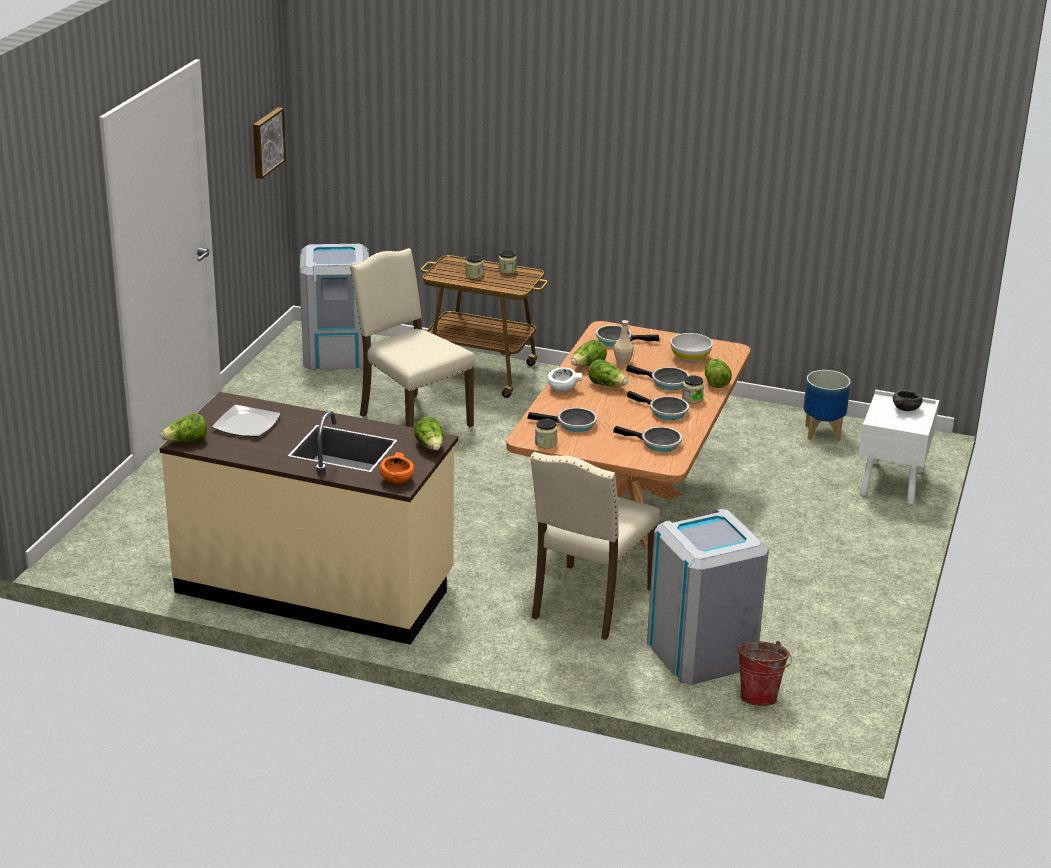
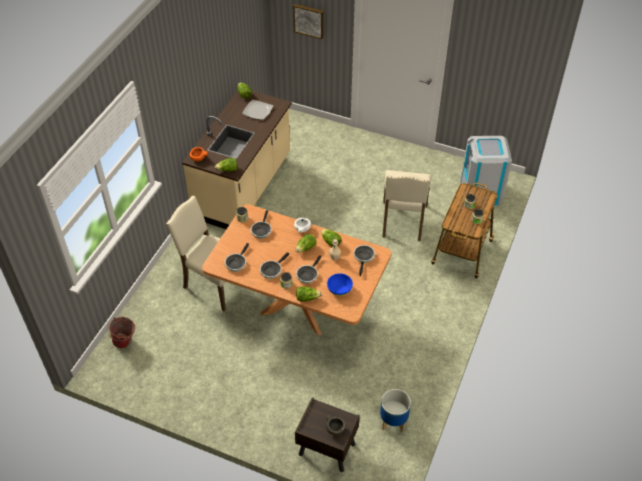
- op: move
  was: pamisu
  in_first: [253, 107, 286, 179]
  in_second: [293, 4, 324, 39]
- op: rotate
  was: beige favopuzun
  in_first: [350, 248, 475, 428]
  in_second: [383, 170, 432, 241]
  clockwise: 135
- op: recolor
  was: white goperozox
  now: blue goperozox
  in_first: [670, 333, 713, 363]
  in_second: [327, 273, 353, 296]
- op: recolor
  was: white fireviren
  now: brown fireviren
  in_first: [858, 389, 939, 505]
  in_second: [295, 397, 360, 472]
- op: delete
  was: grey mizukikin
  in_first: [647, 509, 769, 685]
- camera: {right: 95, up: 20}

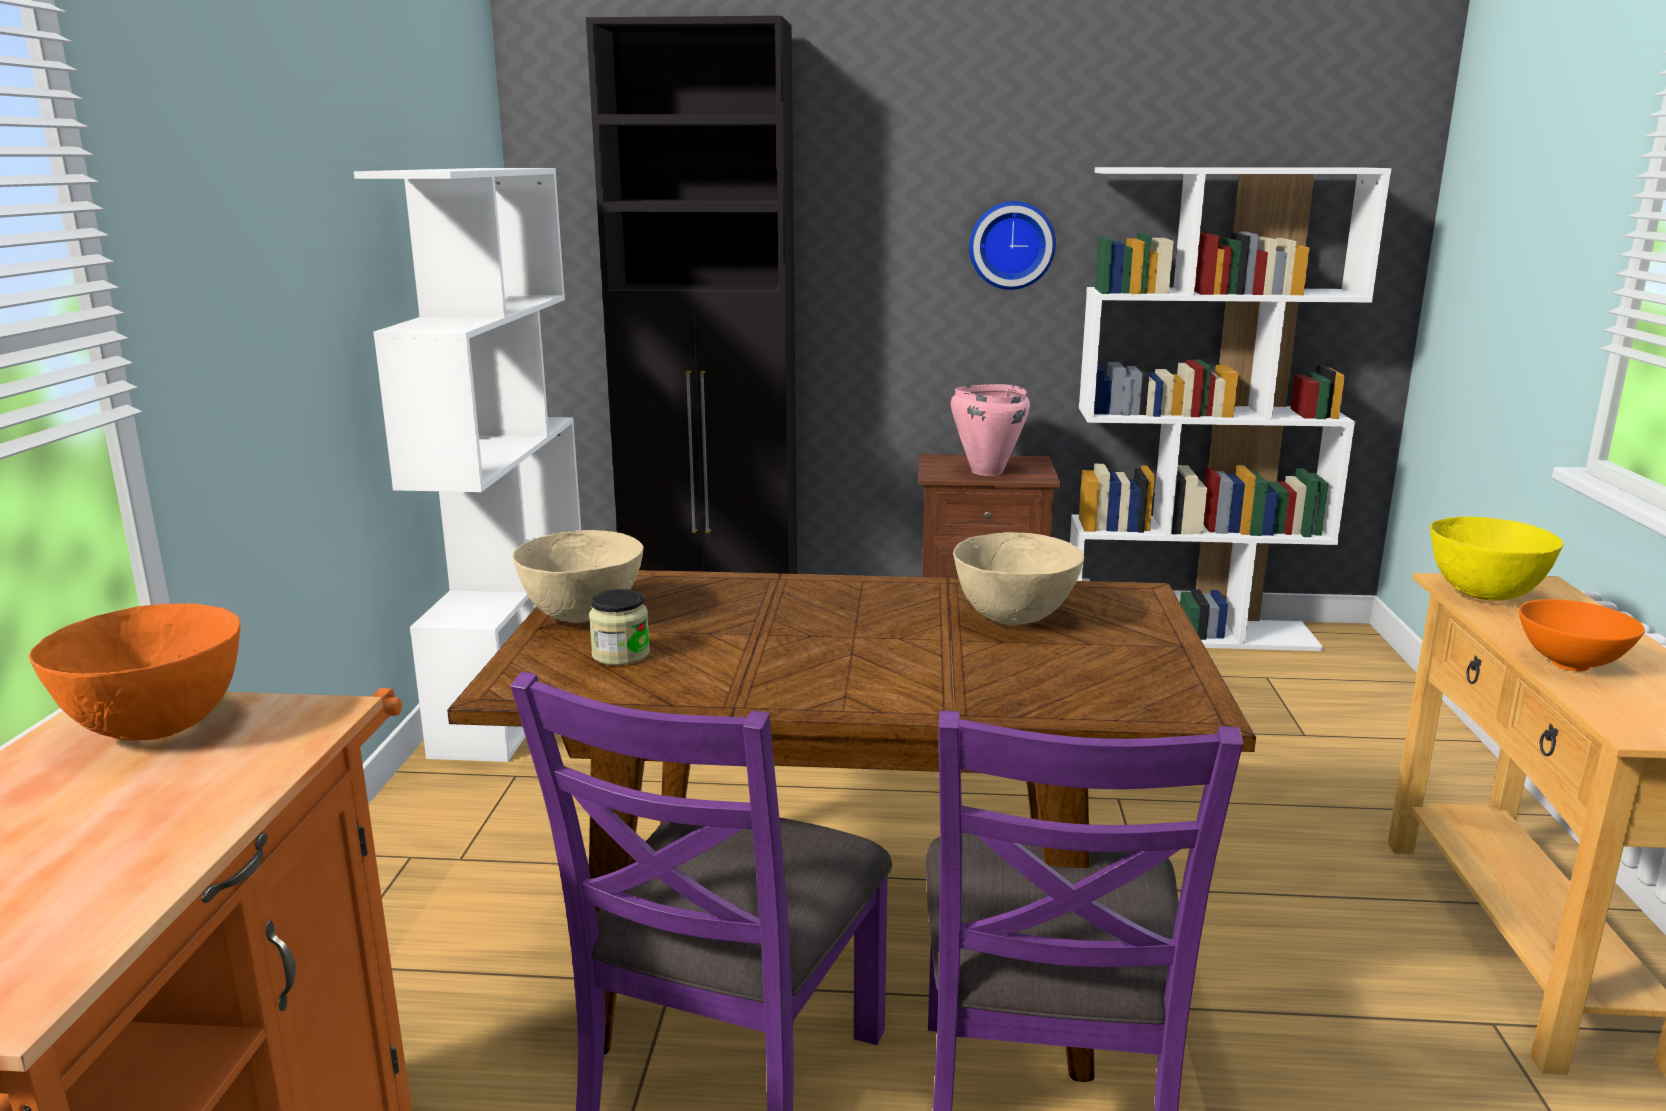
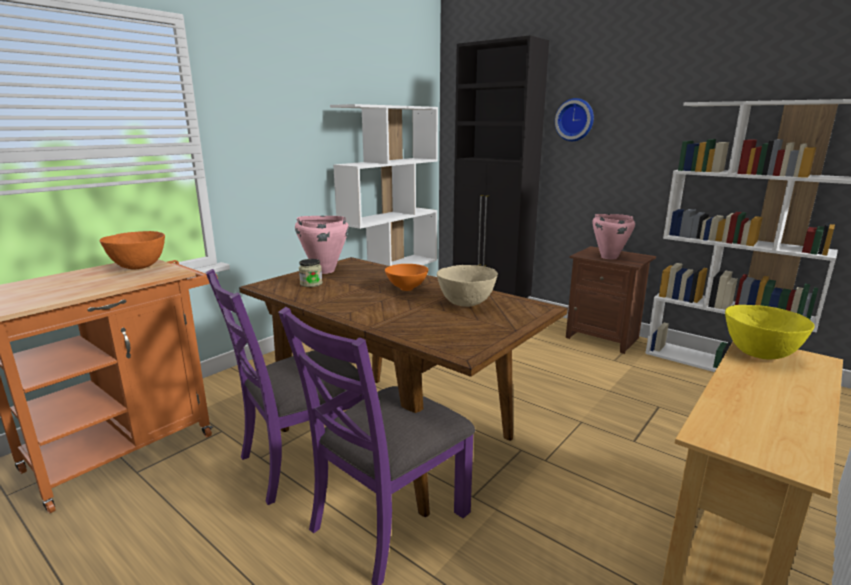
- op: move
  was: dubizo
  in_first: [969, 201, 1056, 290]
  in_second: [555, 98, 594, 141]
- op: replace
  was: beige goperozox
  now: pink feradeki
  in_first: [512, 530, 644, 623]
  in_second: [295, 216, 349, 274]
- op: move
  was: orange goperozox
  in_first: [1518, 599, 1645, 671]
  in_second: [385, 264, 428, 291]
- camera: {right: 35, up: 0}

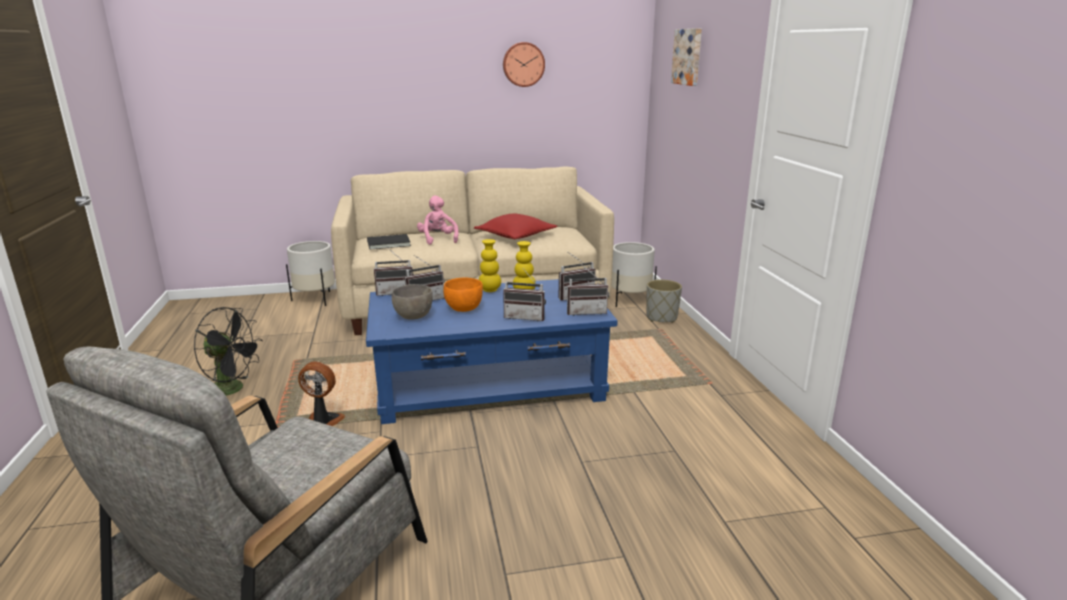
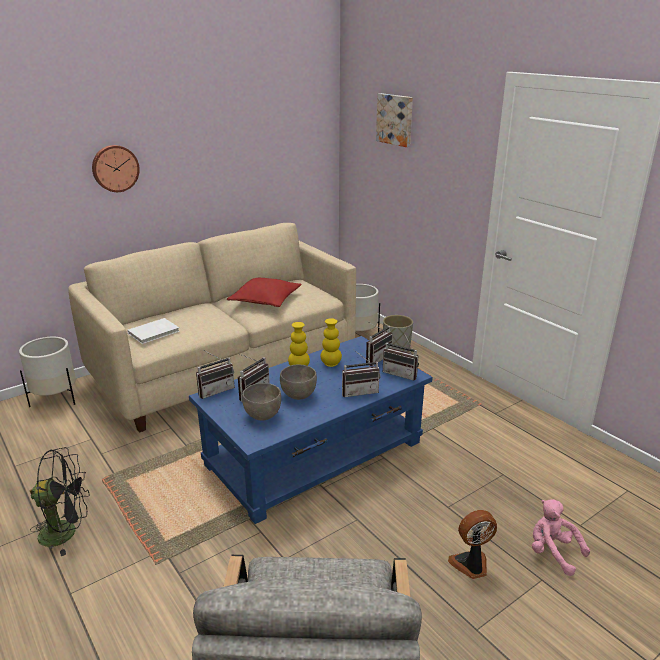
- op: move
  was: dubizo
  in_first: [503, 42, 545, 87]
  in_second: [92, 145, 140, 192]
- op: move
  was: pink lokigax
  in_first: [417, 196, 459, 245]
  in_second: [532, 499, 590, 576]
- op: recolor
  was: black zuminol
  now: white zuminol
  in_first: [367, 234, 411, 249]
  in_second: [127, 318, 180, 344]
- op: rotate
  was: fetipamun
  in_first: [567, 264, 609, 315]
  in_second: [383, 335, 419, 381]
  clockwise: 60
- op: recolor
  was: orange goperozox
  now: grey goperozox
  in_first: [443, 277, 483, 312]
  in_second: [280, 365, 317, 400]
- op: move
  was: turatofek
  in_first: [298, 362, 345, 426]
  in_second: [448, 510, 497, 579]
- camera: {right: -25, up: 5}

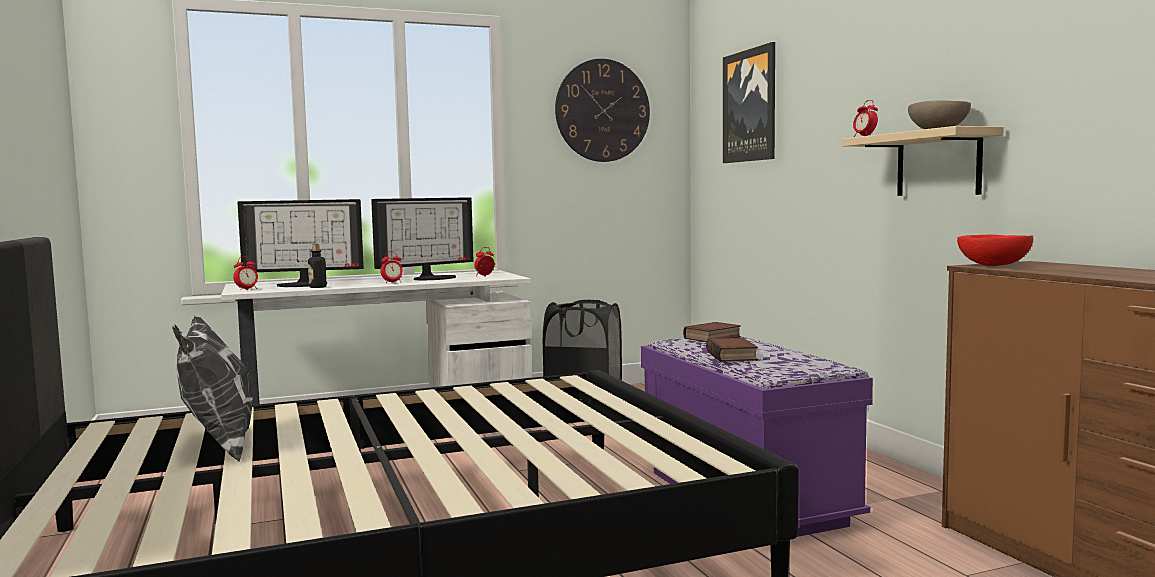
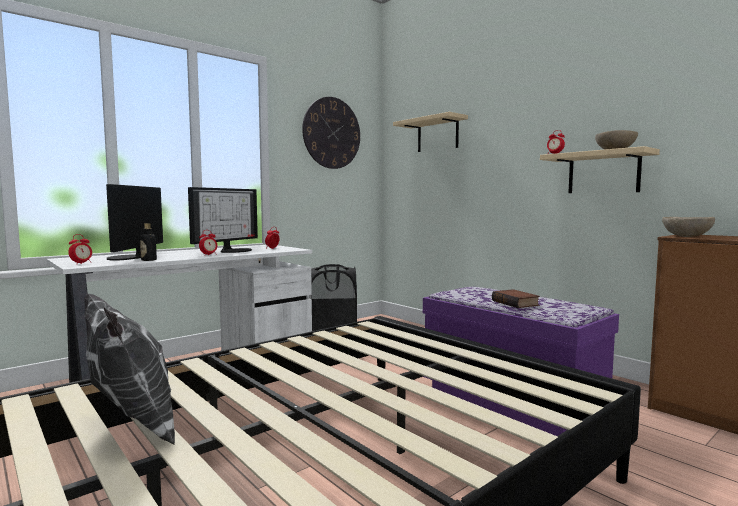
- op: replace
  was: pamisu
  now: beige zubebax
  in_first: [723, 42, 775, 163]
  in_second: [393, 112, 468, 152]
- op: rotate
  was: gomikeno
  in_first: [237, 199, 364, 287]
  in_second: [106, 184, 163, 261]
  clockwise: 120
- op: recolor
  was: red goperozox
  now: beige goperozox
  in_first: [957, 235, 1033, 266]
  in_second: [662, 217, 715, 237]
- op: delete
  was: zuminol
  in_first: [683, 322, 741, 342]
- camera: {right: -20, up: 0}

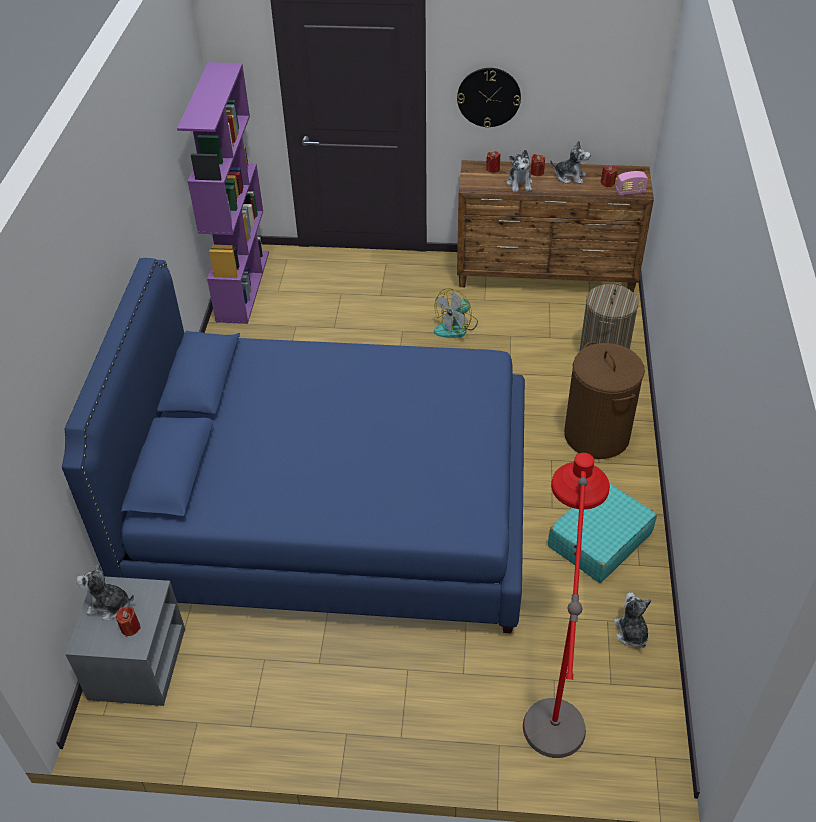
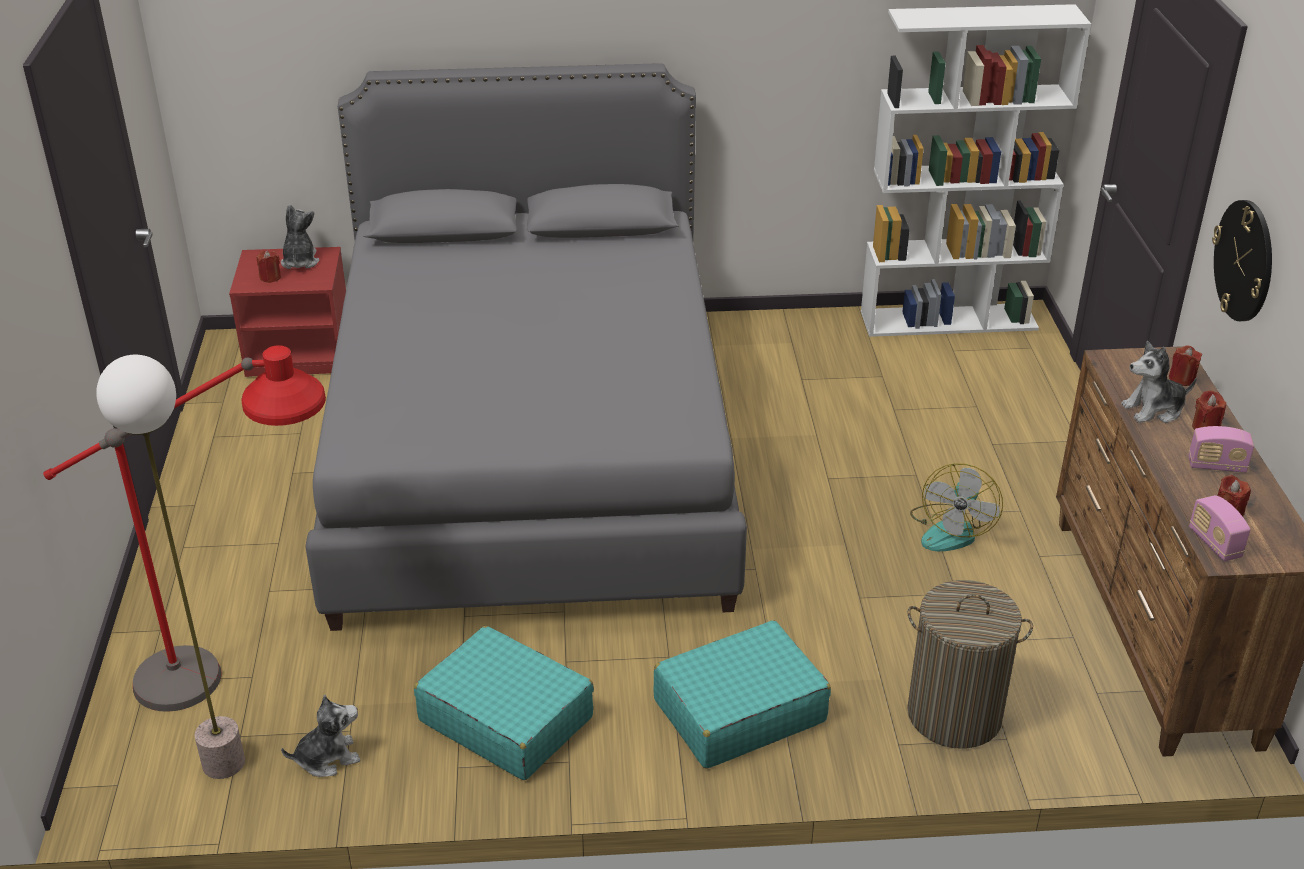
- op: recolor
  was: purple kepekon
  now: white kepekon
  in_first: [177, 62, 269, 324]
  in_second: [861, 4, 1091, 337]
- op: replace
  was: lokigax
  now: fetipamun
  in_first: [550, 140, 591, 184]
  in_second: [1188, 426, 1254, 473]
- op: recolor
  was: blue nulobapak
  now: grey nulobapak
  in_first: [62, 258, 525, 633]
  in_second: [305, 63, 747, 631]
- op: rotate
  was: turatofek
  in_first: [434, 288, 478, 338]
  in_second: [910, 463, 1003, 551]
  clockwise: -105
- op: replace
  was: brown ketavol
  now: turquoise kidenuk
  in_first: [564, 341, 645, 459]
  in_second: [653, 620, 831, 769]
- op: recolor
  was: grey fireviren
  now: red fireviren
  in_first: [65, 576, 185, 706]
  in_second: [229, 247, 346, 377]
- op: insert
  now: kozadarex
  in_second: [96, 355, 245, 779]
- camera: {right: 80, up: -10}

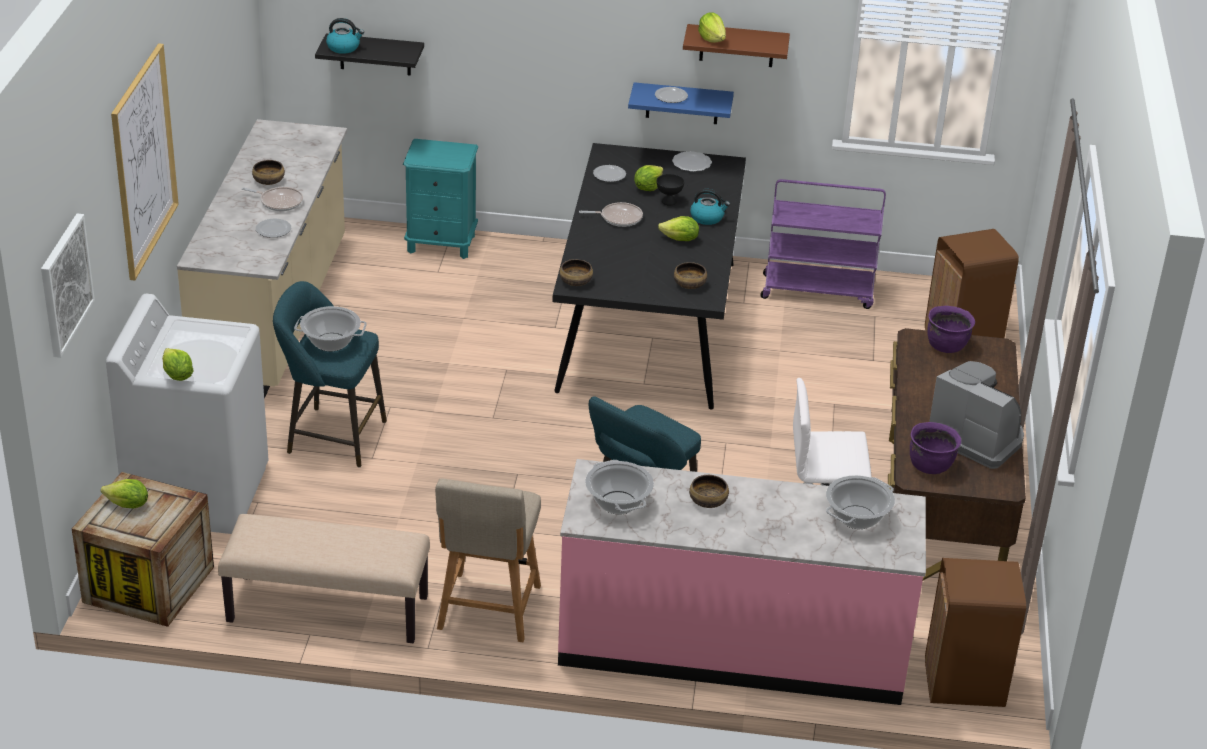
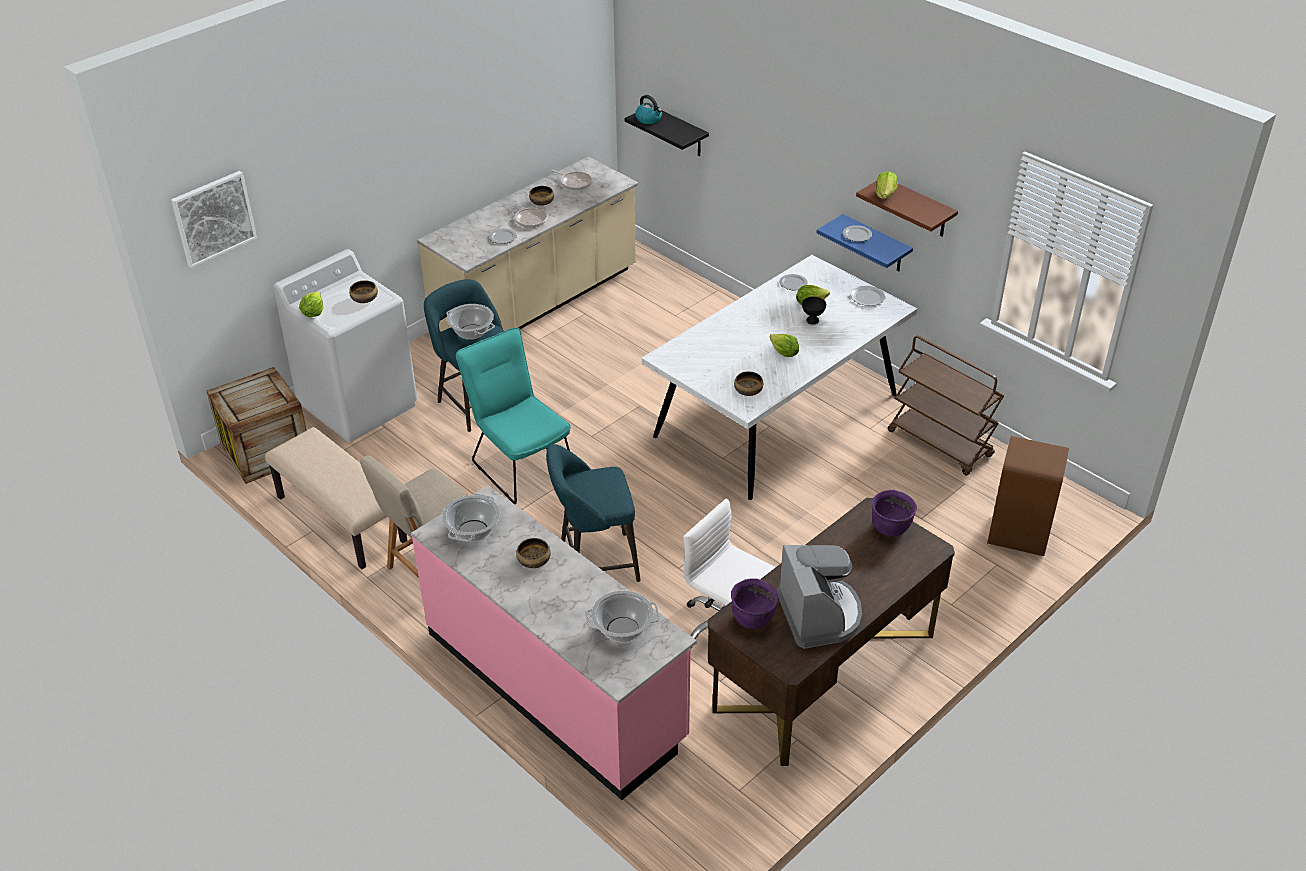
- op: delete
  was: pamisu
  in_first: [111, 43, 179, 280]
- op: delete
  was: turquoise fireviren
  in_first: [403, 139, 478, 259]
- op: recolor
  was: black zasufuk
  now: white zasufuk
  in_first: [552, 143, 746, 409]
  in_second: [641, 255, 917, 500]
- op: recolor
  was: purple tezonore
  now: brown tezonore
  in_first: [761, 179, 886, 309]
  in_second: [888, 336, 1004, 475]
- op: delete
  was: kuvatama
  in_first: [690, 189, 730, 225]
- op: move
  was: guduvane
  in_first: [579, 202, 643, 227]
  in_second: [550, 169, 592, 190]
- op: move
  was: goperozox
  in_first: [560, 259, 593, 286]
  in_second: [349, 280, 378, 303]
- op: delete
  was: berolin
  in_first: [101, 479, 148, 509]
- op: delete
  was: brown mizukikin
  in_first: [925, 558, 1026, 707]
- op: insert
  now: turquoise favopuzun
  in_second: [456, 328, 571, 504]
- camera: {right: 40, up: 5}

